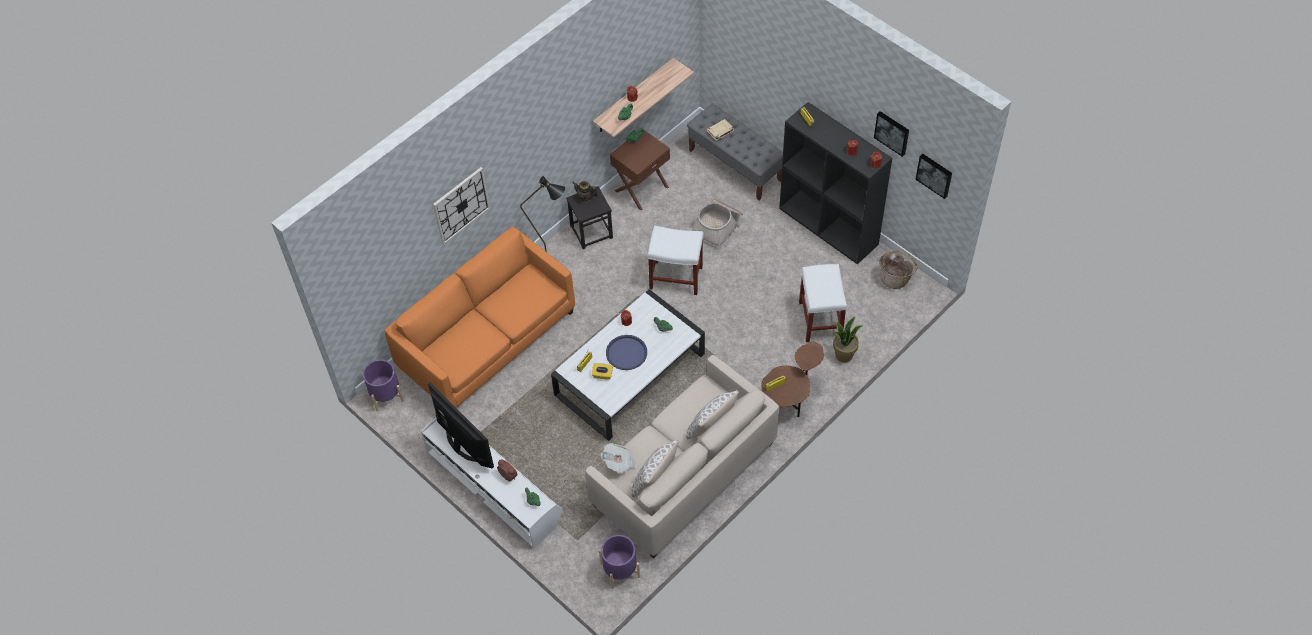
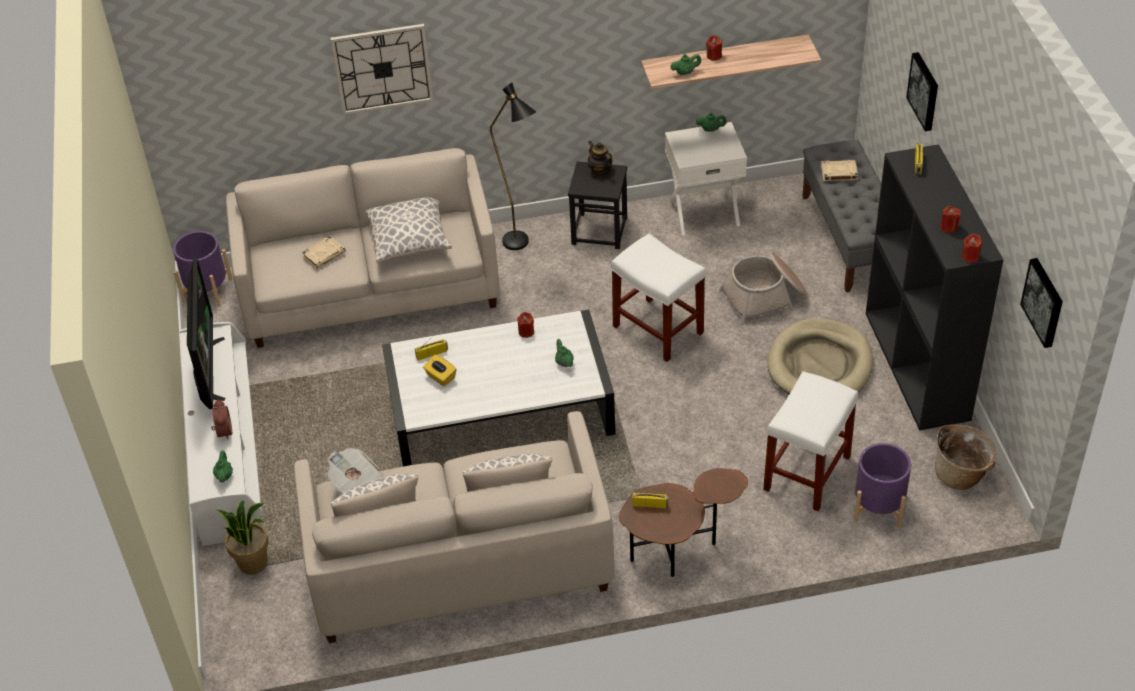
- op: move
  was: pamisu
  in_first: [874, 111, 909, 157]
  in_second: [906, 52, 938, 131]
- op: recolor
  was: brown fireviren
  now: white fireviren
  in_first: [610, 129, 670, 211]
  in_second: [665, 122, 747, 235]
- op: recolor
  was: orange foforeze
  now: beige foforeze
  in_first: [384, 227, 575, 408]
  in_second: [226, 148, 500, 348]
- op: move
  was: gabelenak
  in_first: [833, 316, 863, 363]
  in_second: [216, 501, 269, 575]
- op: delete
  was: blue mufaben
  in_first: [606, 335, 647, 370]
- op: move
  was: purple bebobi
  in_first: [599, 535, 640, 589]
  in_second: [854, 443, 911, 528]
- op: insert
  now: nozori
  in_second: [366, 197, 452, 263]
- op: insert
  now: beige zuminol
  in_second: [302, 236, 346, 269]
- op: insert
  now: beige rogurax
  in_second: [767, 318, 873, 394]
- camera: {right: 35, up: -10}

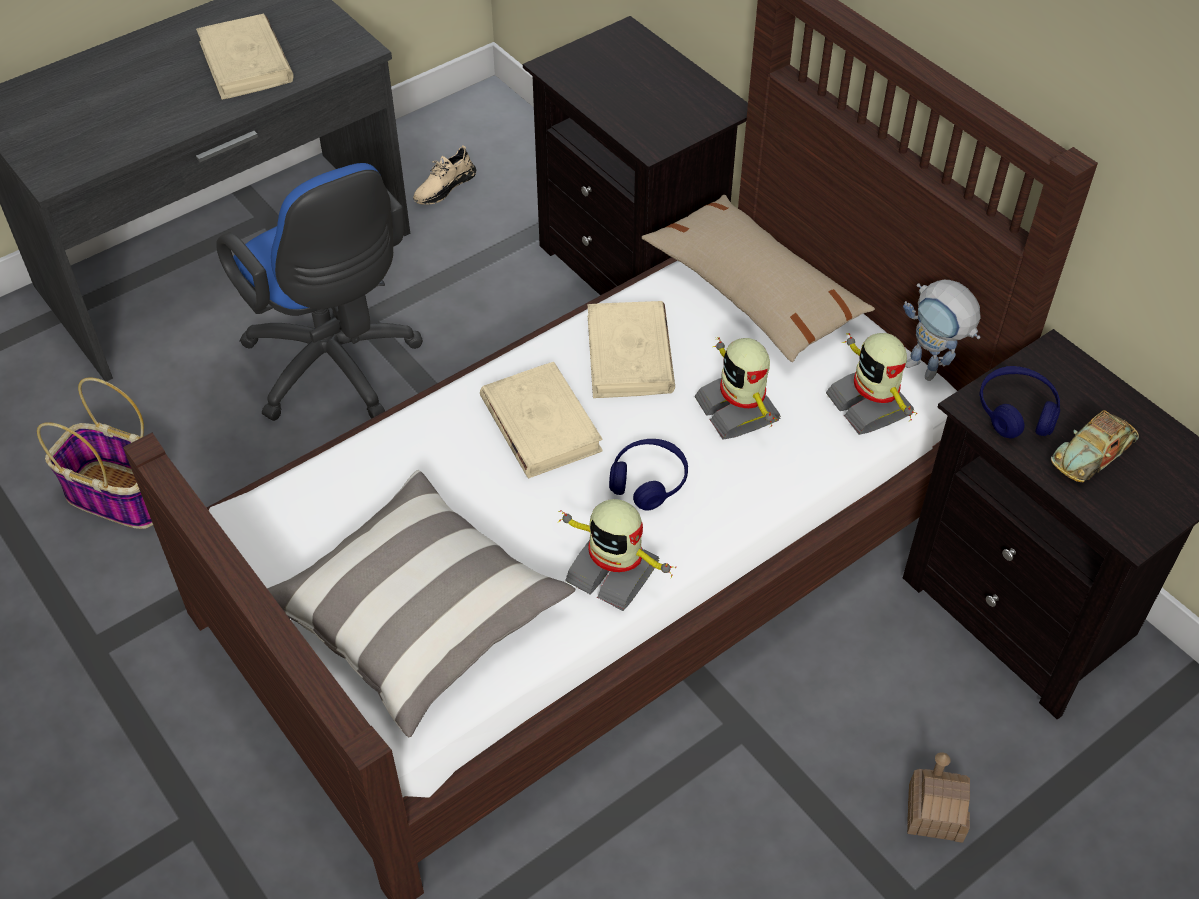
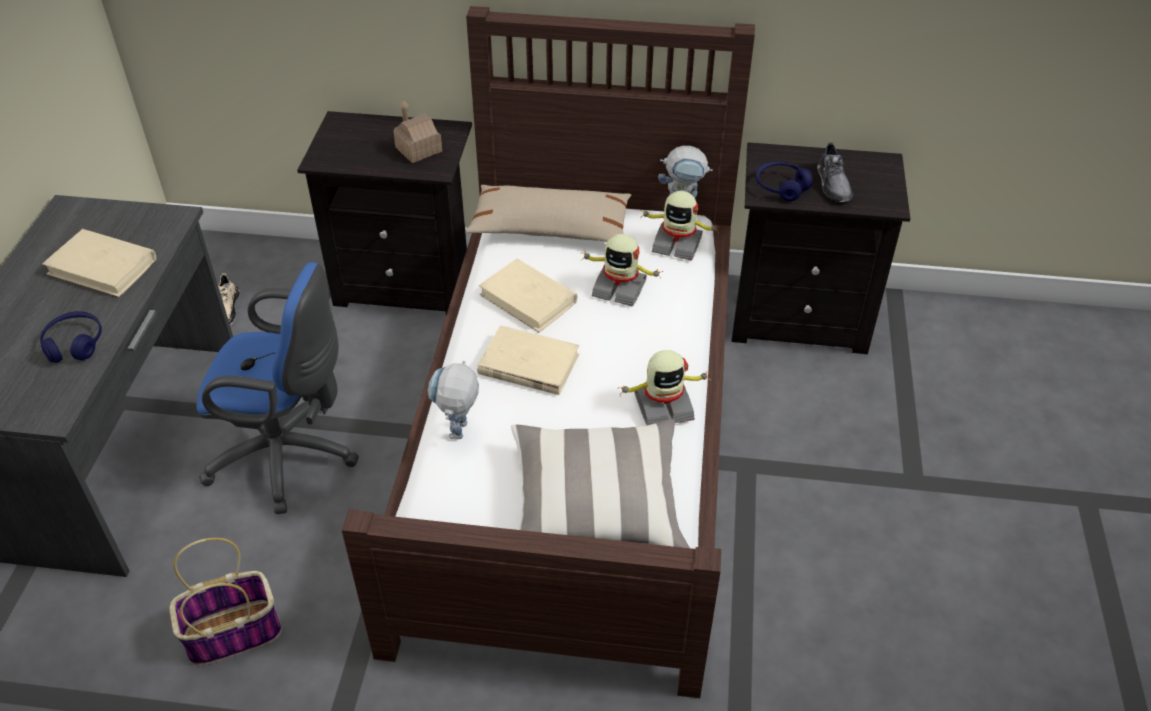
- op: replace
  was: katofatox
  now: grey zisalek
  in_first: [1051, 410, 1139, 482]
  in_second: [817, 142, 853, 202]
- op: move
  was: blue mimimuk
  in_first: [609, 439, 688, 511]
  in_second: [40, 311, 102, 363]
- op: move
  was: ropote
  in_first: [907, 752, 970, 843]
  in_second: [393, 100, 442, 163]
- op: insert
  now: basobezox
  in_second: [428, 361, 479, 439]
- camera: {right: -45, up: -5}

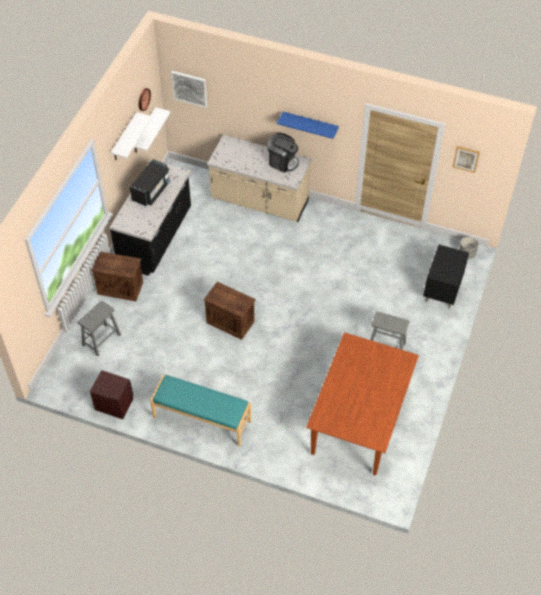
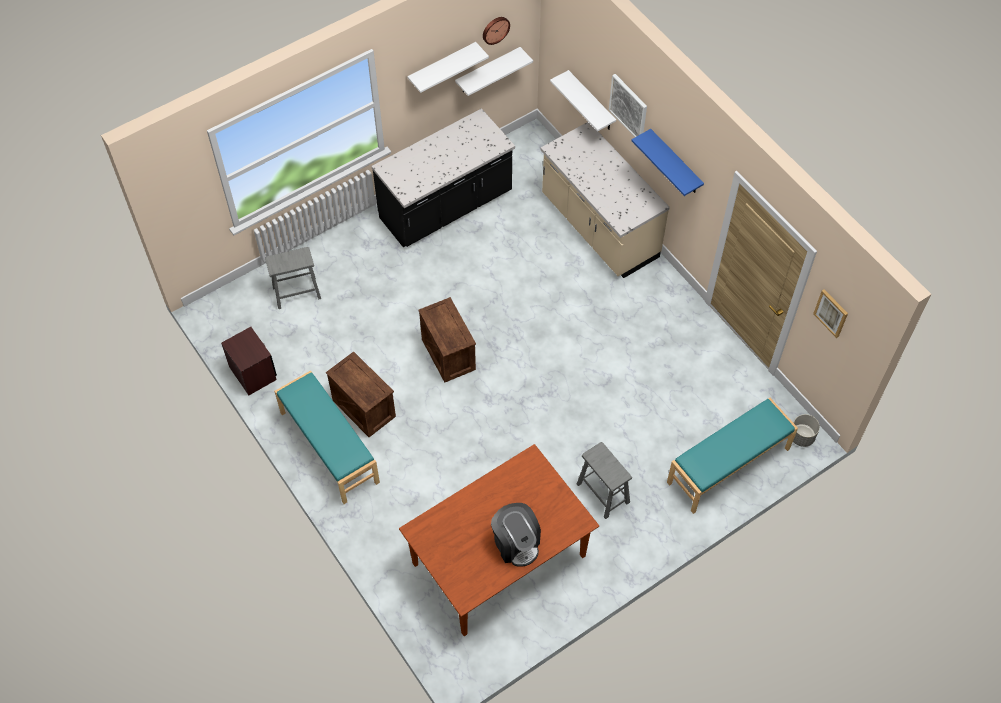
- op: move
  was: pamisu
  in_first: [171, 71, 207, 108]
  in_second: [609, 74, 647, 137]
- op: move
  was: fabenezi
  in_first: [268, 133, 299, 173]
  in_second: [491, 503, 541, 567]
- op: delete
  was: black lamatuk
  in_first: [130, 159, 170, 206]
- op: replace
  was: black fireviren
  now: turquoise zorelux
  in_first: [423, 244, 469, 309]
  in_second: [667, 398, 798, 514]
- op: move
  was: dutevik
  in_first: [91, 252, 143, 301]
  in_second: [326, 352, 396, 437]
- op: insert
  now: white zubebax
  in_second: [550, 70, 616, 132]
- camera: {right: 35, up: 5}

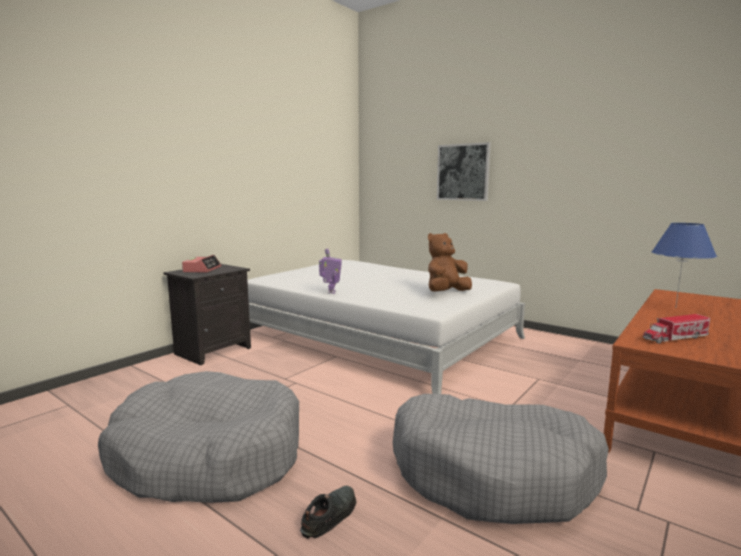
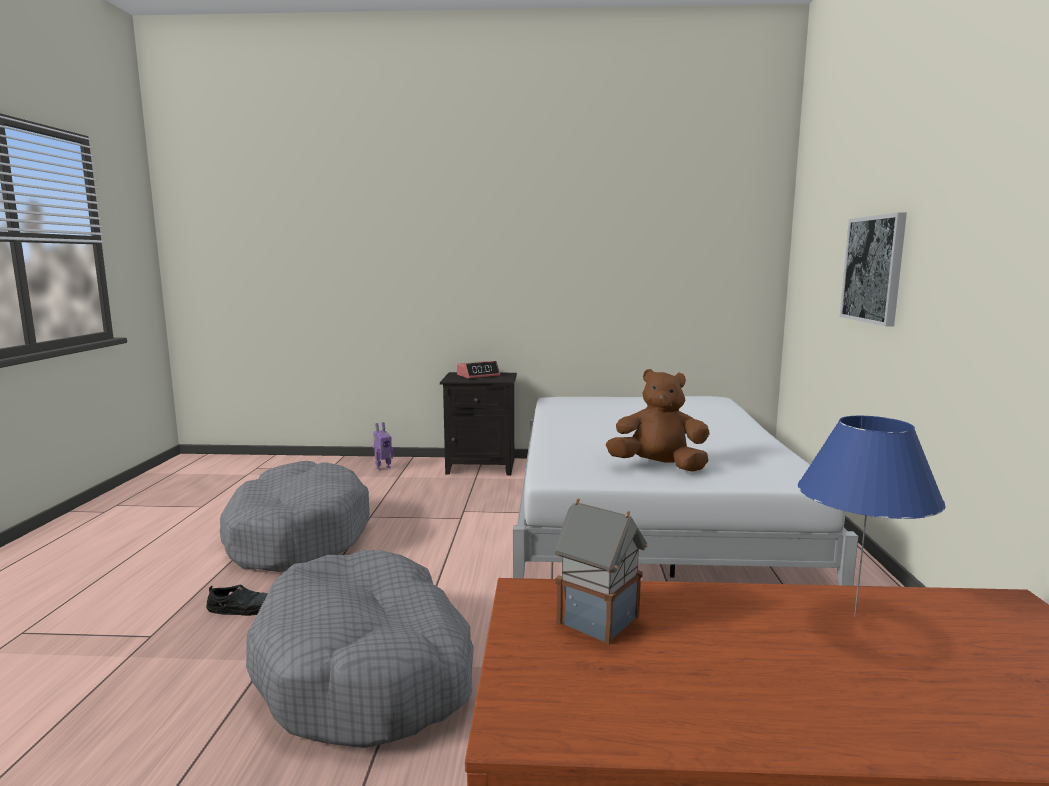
- op: move
  was: basobezox
  in_first: [319, 249, 342, 294]
  in_second: [373, 422, 393, 470]
- op: replace
  was: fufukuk
  now: ropote
  in_first: [643, 314, 710, 344]
  in_second: [554, 499, 647, 645]
- camera: {right: 55, up: 0}

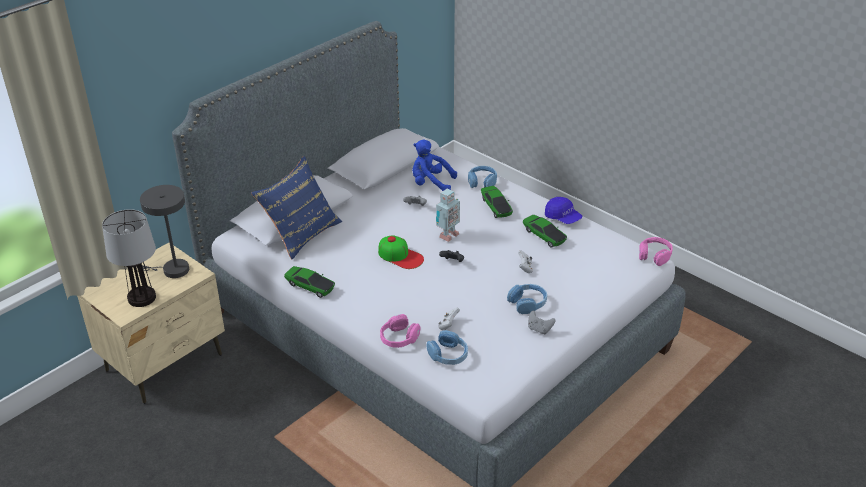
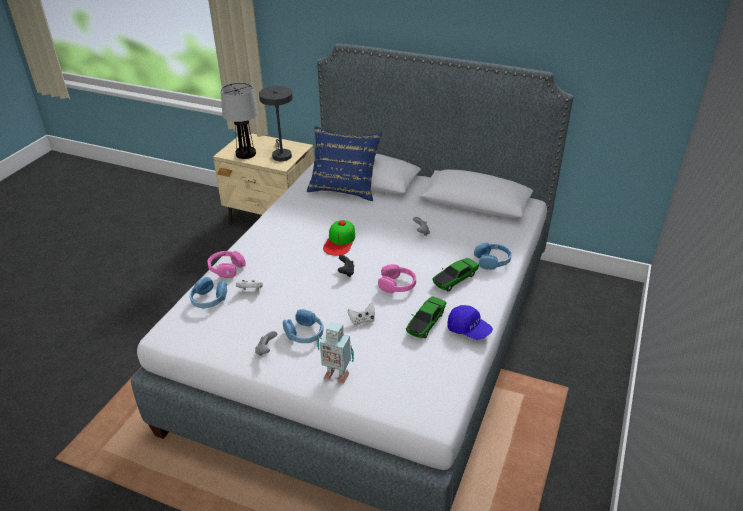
- op: delete
  was: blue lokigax
  in_first: [412, 140, 457, 191]
- op: move
  was: basobezox
  in_first: [436, 189, 460, 242]
  in_second: [317, 322, 354, 384]
- op: rotate
  was: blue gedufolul
  in_first: [545, 197, 582, 224]
  in_second: [447, 305, 493, 340]
  clockwise: -75
- op: move
  was: pink mimimuk
  in_first: [639, 237, 673, 266]
  in_second: [378, 264, 416, 293]
- op: delete
  was: katofatox
  in_first: [284, 266, 335, 298]
- camera: {right: 70, up: 0}

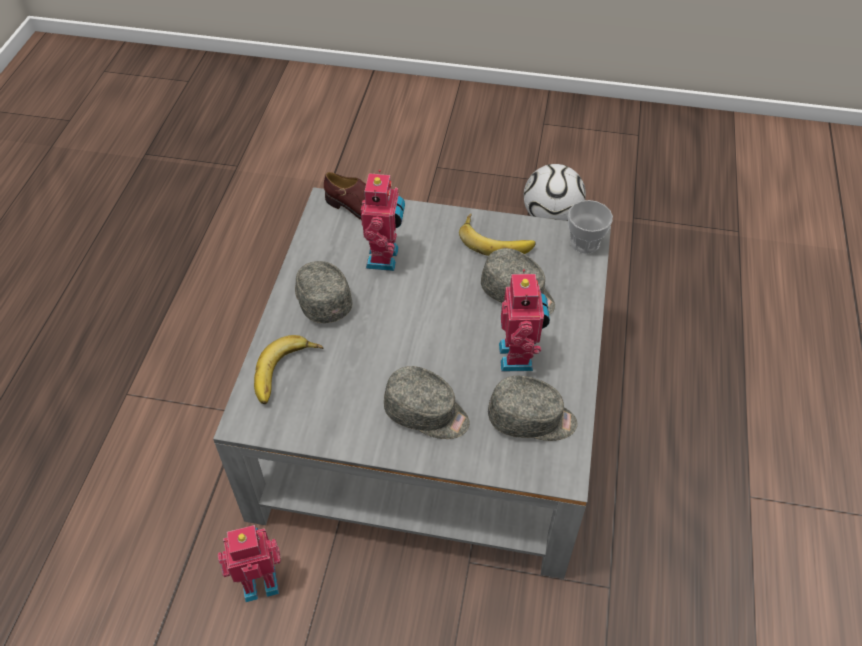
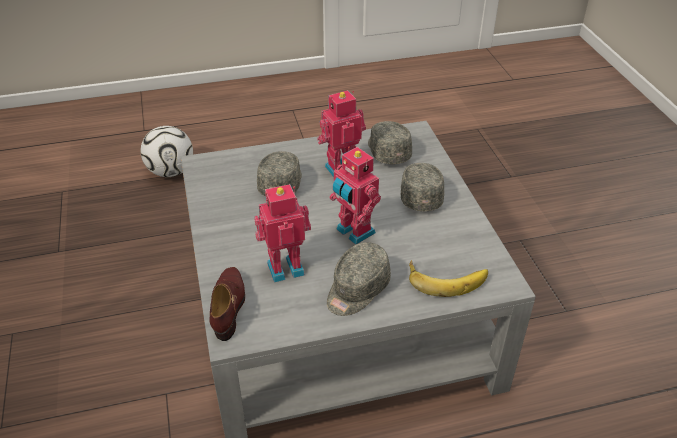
- op: move
  was: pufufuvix
  in_first: [524, 164, 586, 221]
  in_second: [141, 126, 193, 177]
- op: delete
  was: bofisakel
  in_first: [568, 200, 613, 254]
- op: delete
  was: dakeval
  in_first: [459, 213, 536, 256]
- op: move
  was: basobezox
  in_first: [218, 525, 281, 602]
  in_second: [329, 147, 381, 245]
- camera: {right: -115, up: -10}

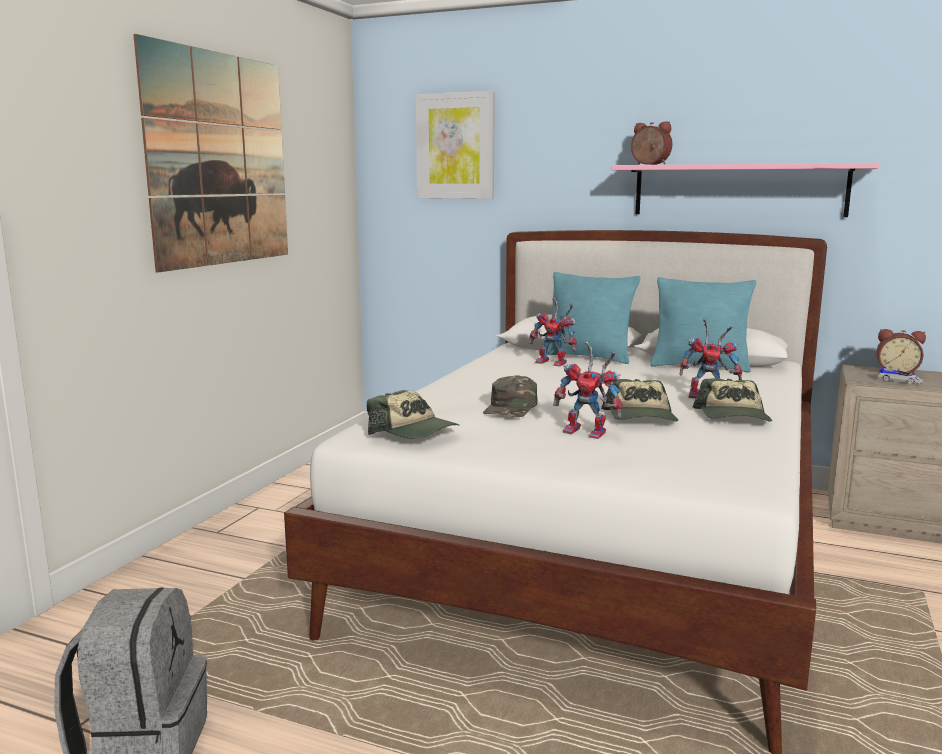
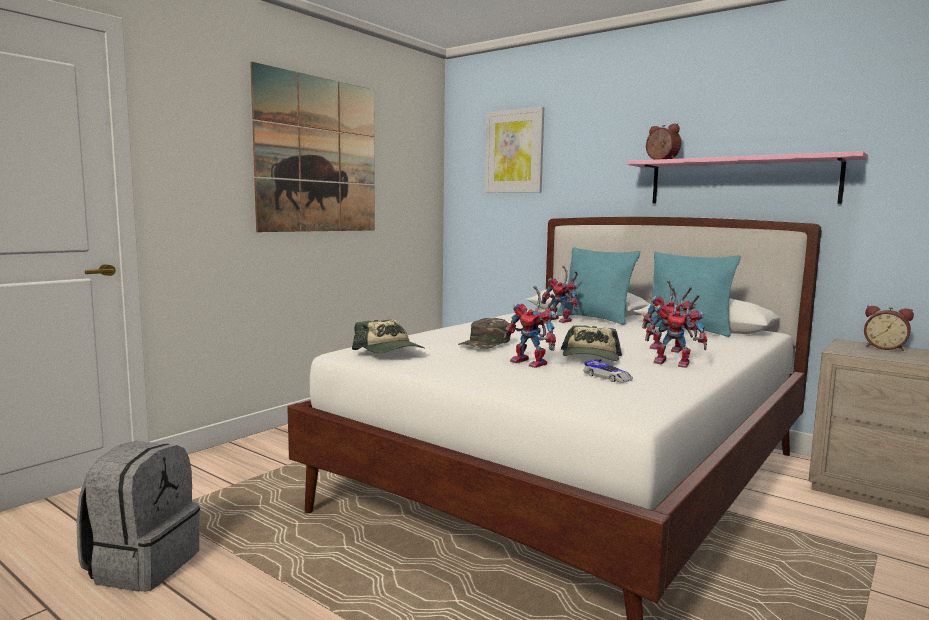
- op: move
  was: katofatox
  in_first: [878, 366, 923, 384]
  in_second: [583, 359, 633, 383]
- op: replace
  was: gedufolul
  now: basobezox
  in_first: [693, 378, 772, 422]
  in_second: [645, 287, 707, 368]
- camera: {right: 15, up: -5}

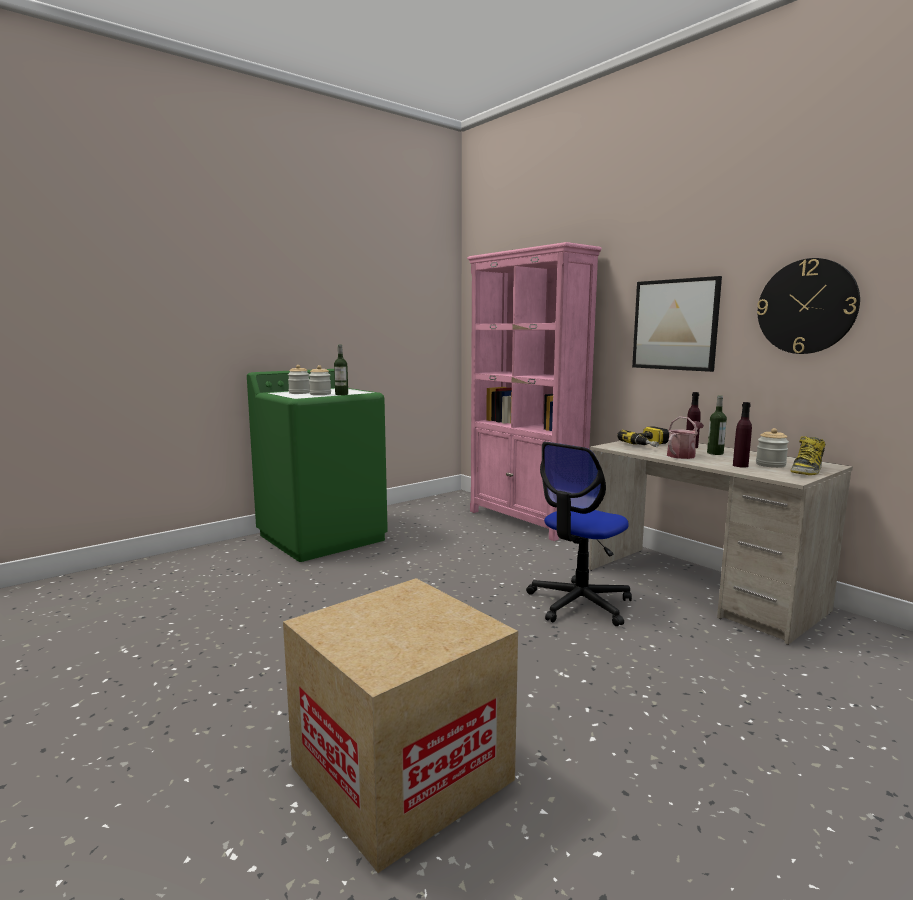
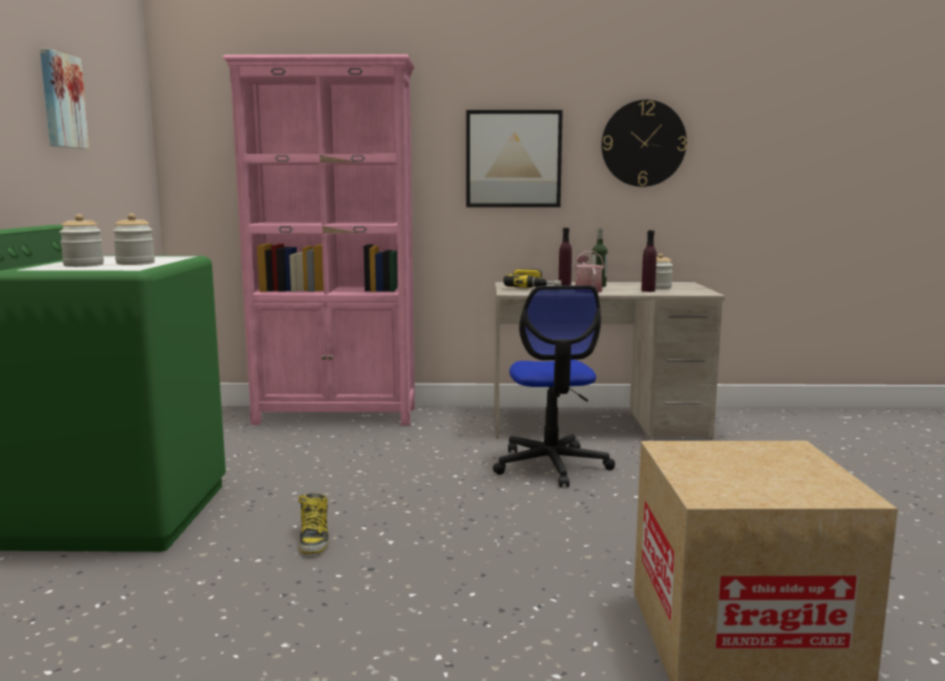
- op: delete
  was: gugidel
  in_first: [334, 345, 348, 395]
- op: move
  was: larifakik
  in_first: [791, 436, 825, 475]
  in_second: [298, 494, 329, 554]
- op: insert
  now: pamisu
  in_second: [40, 49, 90, 149]
- camera: {right: -50, up: 0}

